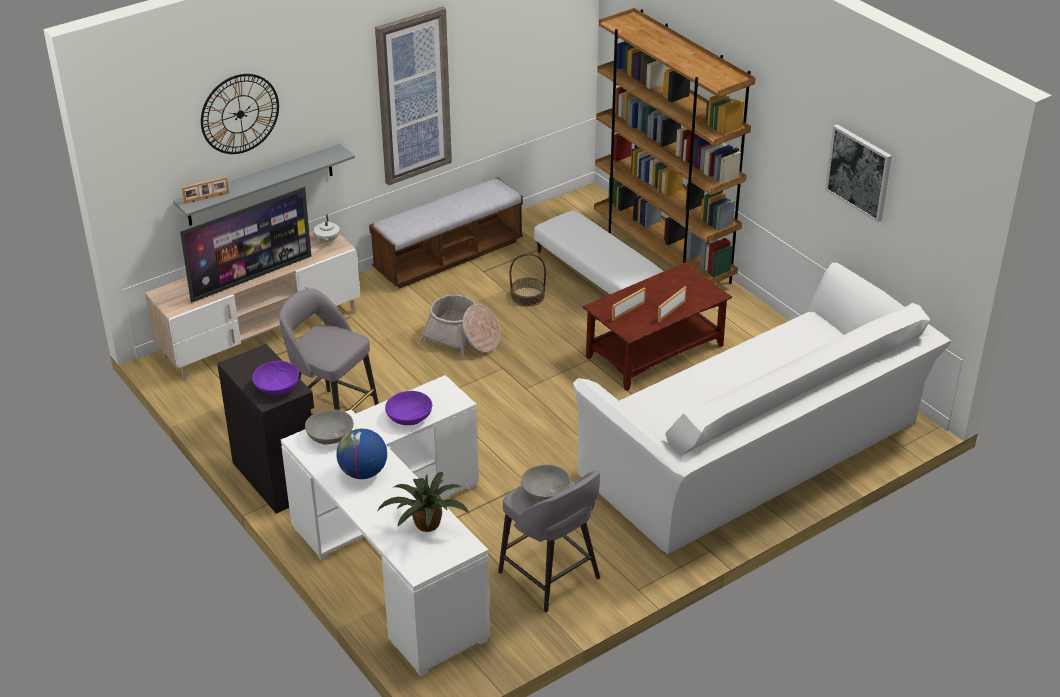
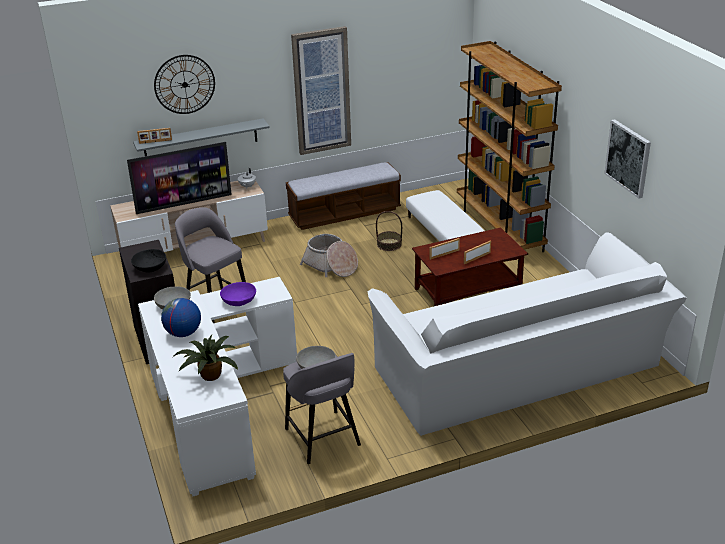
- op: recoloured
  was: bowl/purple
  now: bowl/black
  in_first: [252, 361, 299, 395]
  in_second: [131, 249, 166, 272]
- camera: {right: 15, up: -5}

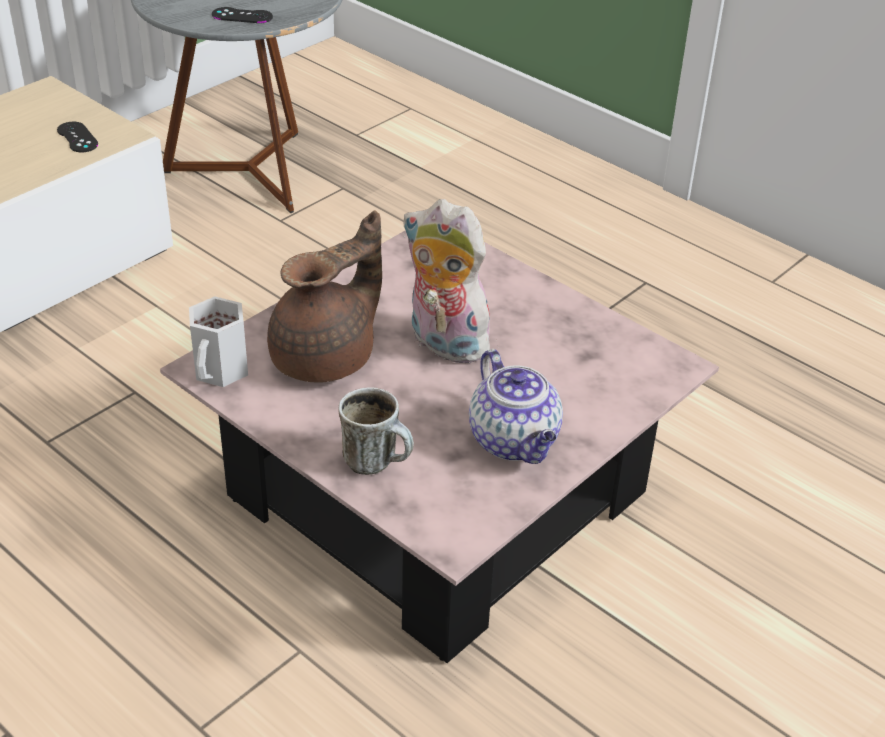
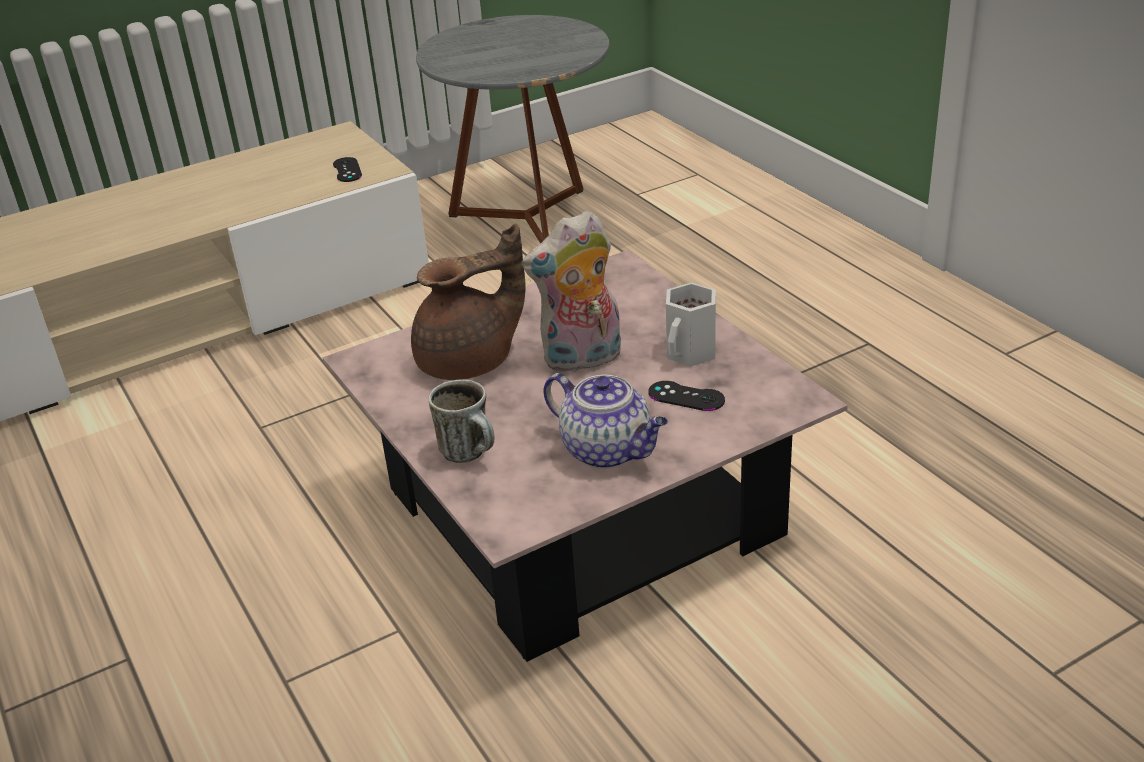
- op: moved
  was: mug/white
  in_first: [189, 296, 248, 387]
  in_second: [666, 282, 716, 367]
- op: moved
  was: game controller/black
  in_first: [212, 7, 273, 23]
  in_second: [648, 381, 725, 411]
- op: turned
  was: plush toy
  in_first: [403, 199, 496, 364]
  in_second: [522, 210, 621, 373]
  clockwise: -75
- op: turned
  was: teapot
  in_first: [469, 349, 563, 464]
  in_second: [543, 373, 668, 469]
  clockwise: -45
- camera: {right: 20, up: -5}

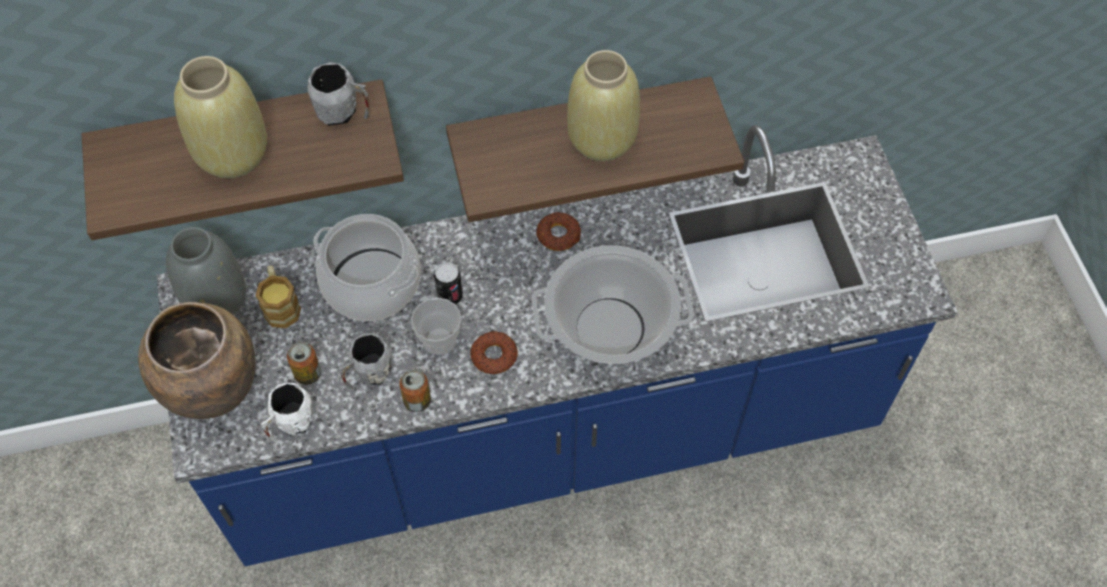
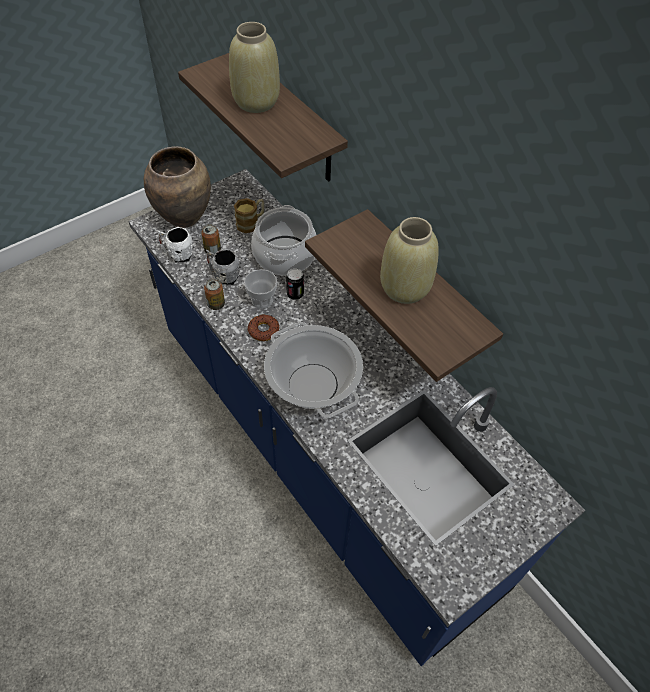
- op: removed
  was: vase/grey
  in_first: [166, 227, 246, 315]
- op: removed
  was: mug/grey
  in_first: [307, 62, 370, 126]
- op: removed
  was: donut
  in_first: [536, 212, 581, 251]
- camera: {right: 65, up: -5}

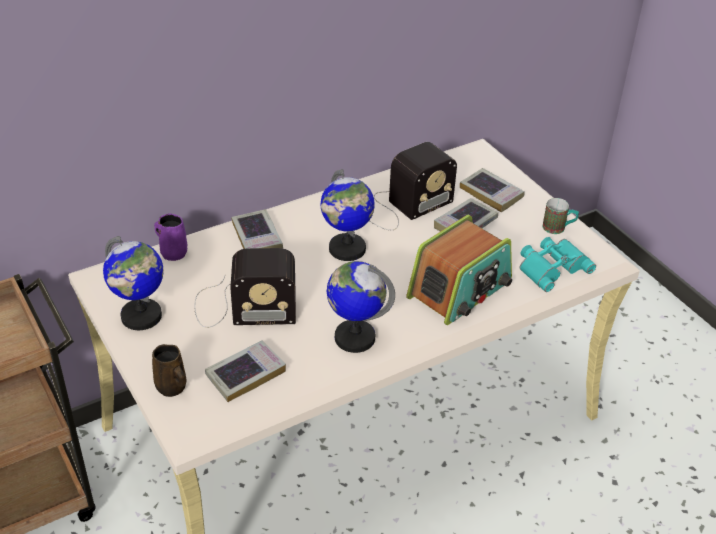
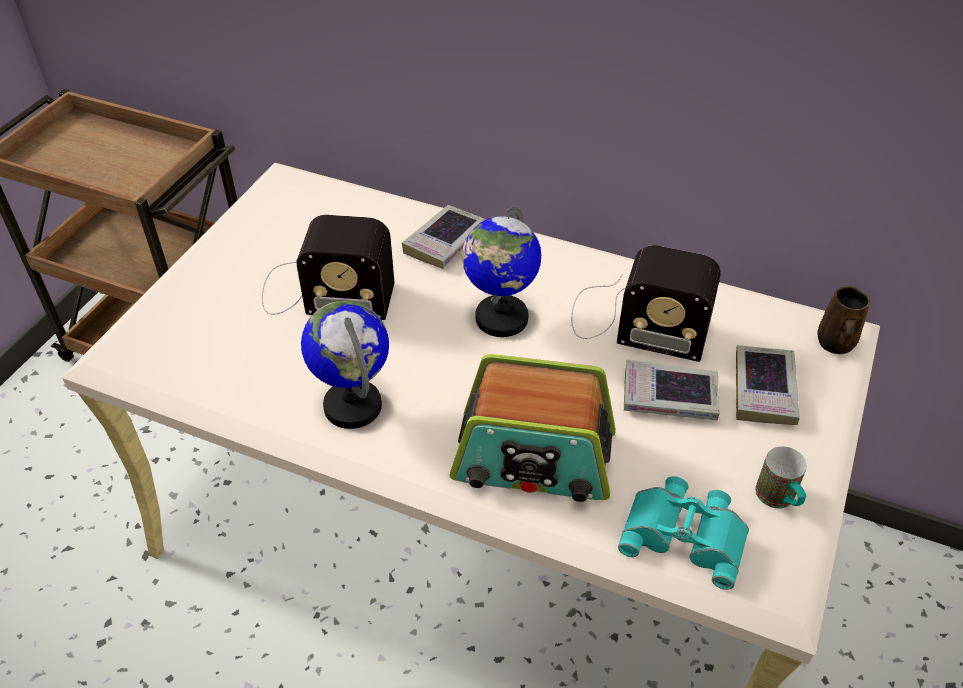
- op: removed
  was: globe
  in_first: [103, 236, 164, 330]
- op: moved
  was: mug/brown
  in_first: [152, 344, 187, 397]
  in_second: [817, 286, 870, 354]
- op: removed
  was: mug/purple
  in_first: [154, 213, 187, 261]
- op: turned
  was: radio
  in_first: [194, 248, 296, 328]
  in_second: [262, 215, 395, 320]
  clockwise: -45
- op: removed
  was: book
  in_first: [205, 340, 286, 402]
- camera: {right: 55, up: 5}

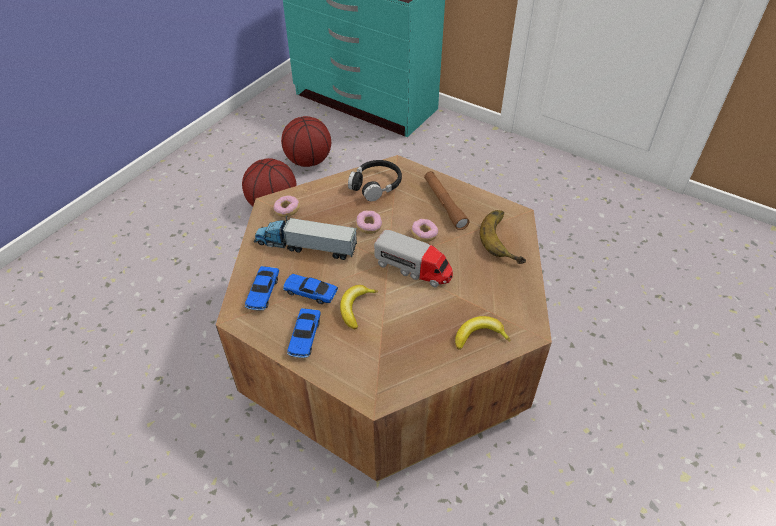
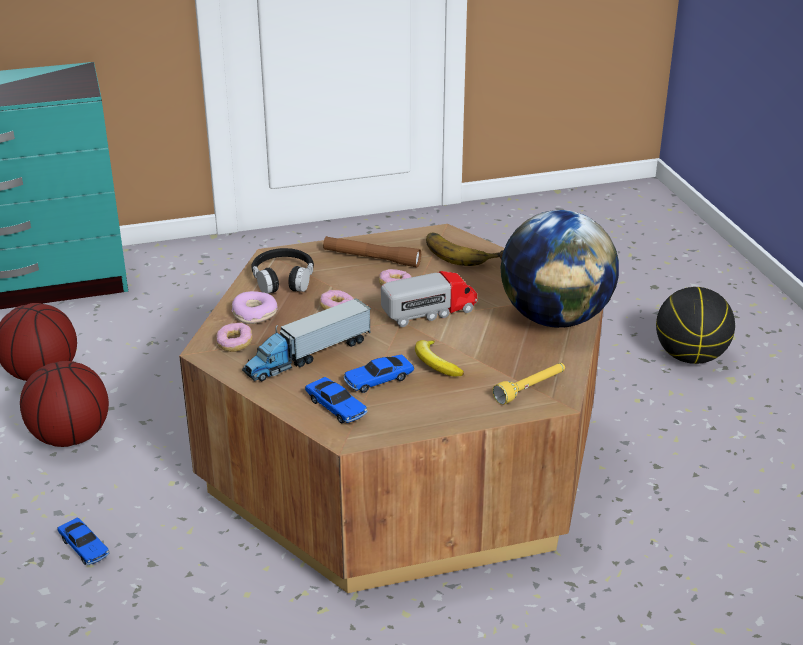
- op: moved
  was: toy car
  in_first: [287, 308, 321, 358]
  in_second: [57, 518, 110, 565]
- op: replaced
  was: banana
  now: globe
  in_first: [455, 316, 510, 349]
  in_second: [501, 210, 619, 328]
- op: added
  now: donut
  in_second: [232, 291, 277, 324]
- op: added
  now: flashlight/yellow
  in_second: [493, 363, 565, 405]
- op: added
  now: basketball
  in_second: [656, 287, 735, 364]
- camera: {right: -50, up: -15}

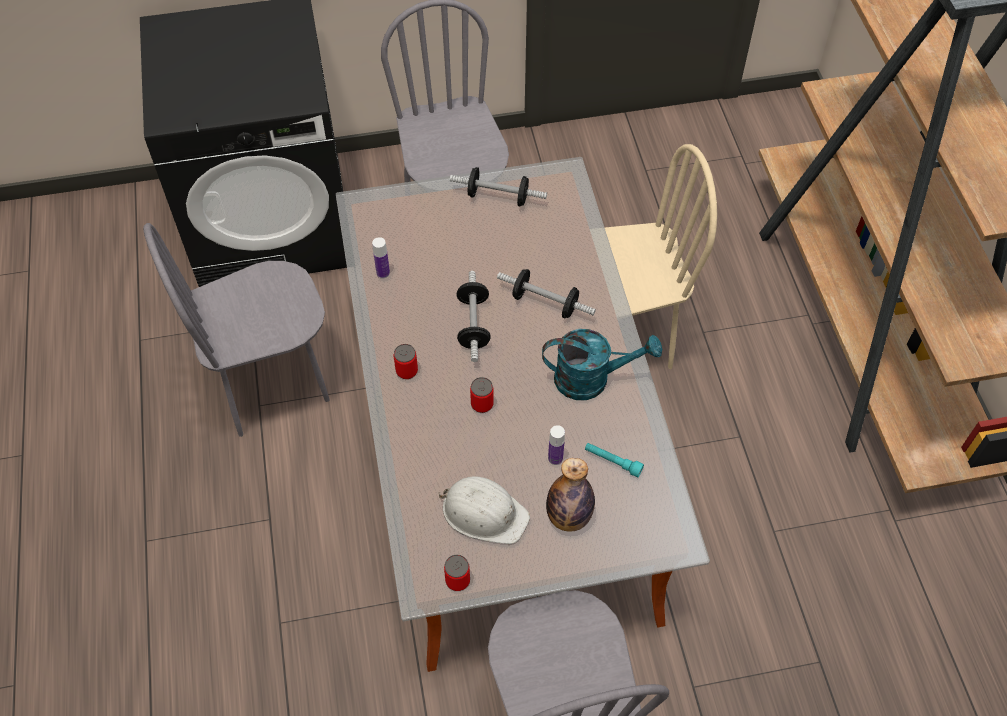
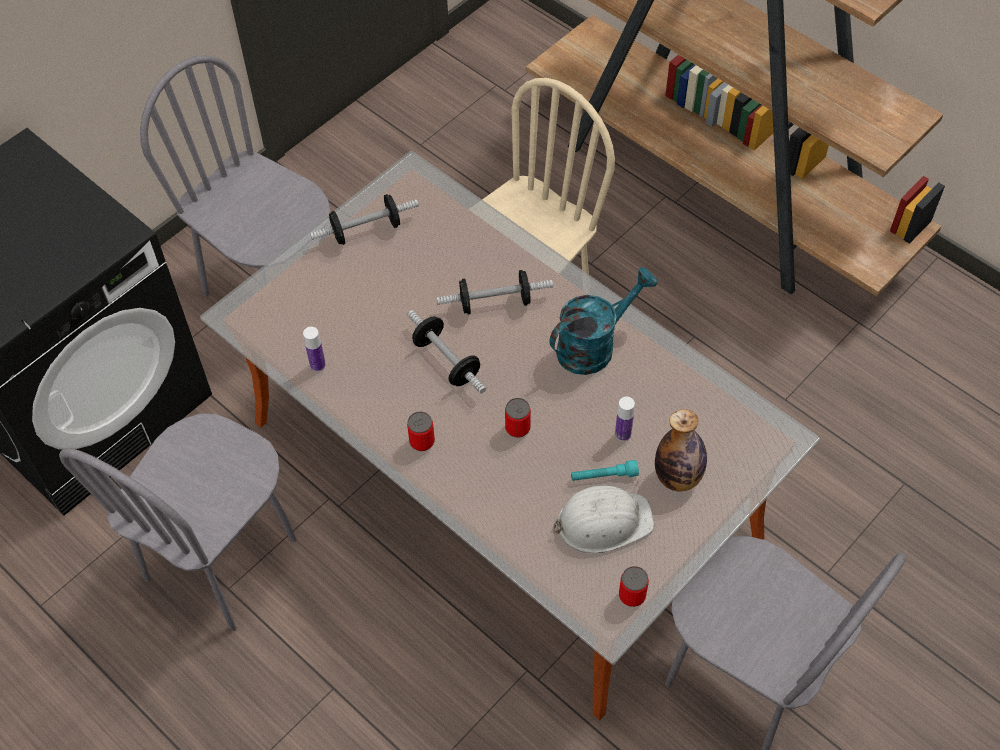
- op: moved
  was: flashlight/turquoise
  in_first: [585, 443, 644, 477]
  in_second: [571, 460, 639, 481]
- camera: {right: -35, up: 0}

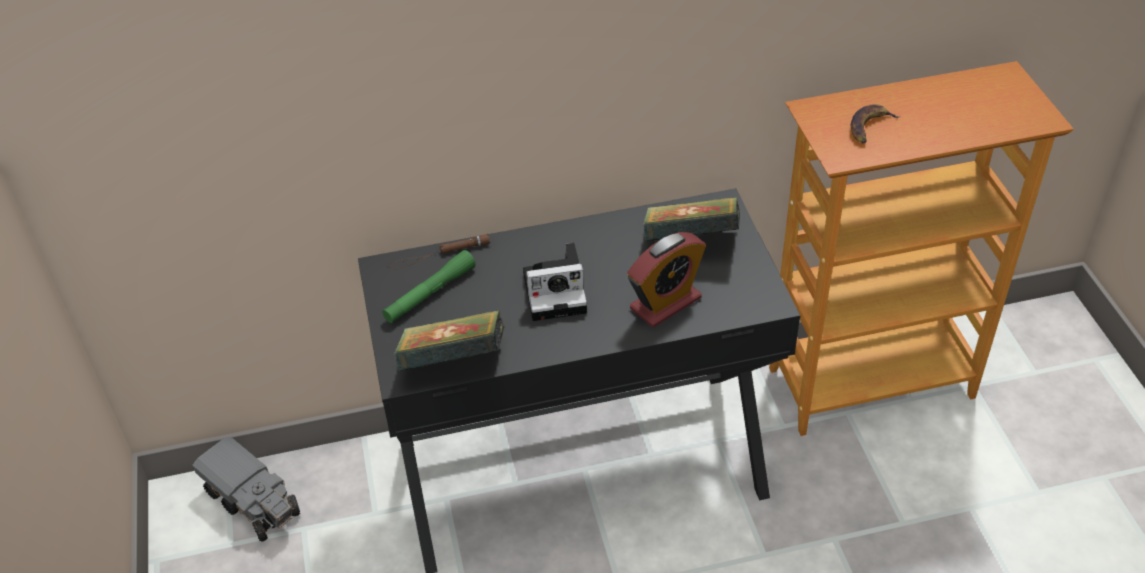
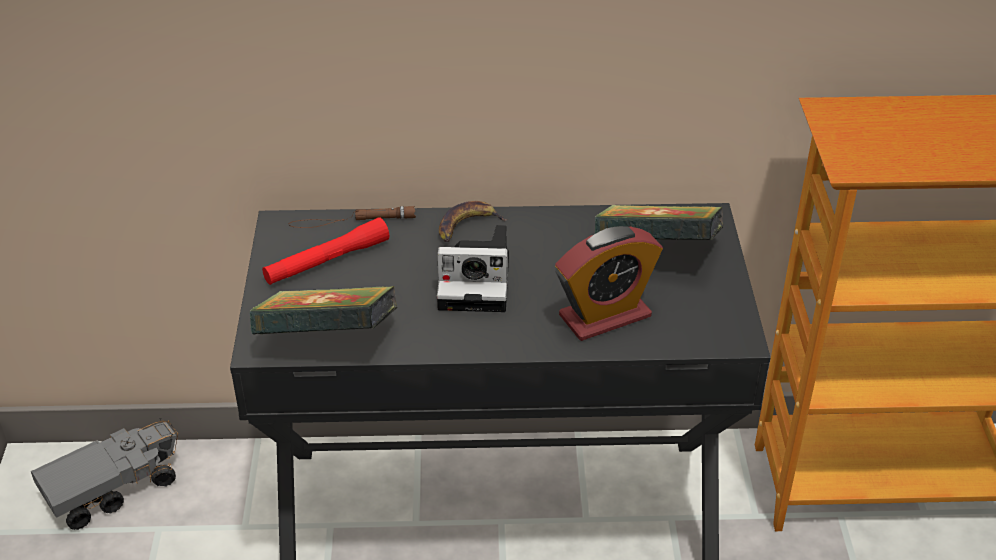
- op: turned
  was: toy truck
  in_first: [192, 437, 300, 542]
  in_second: [31, 418, 178, 530]
  clockwise: -90
- op: recoloured
  was: flashlight/green
  now: flashlight/red
  in_first: [382, 250, 476, 323]
  in_second: [262, 217, 389, 285]
- op: moved
  was: banana
  in_first: [851, 104, 900, 143]
  in_second: [439, 201, 508, 242]
- camera: {right: 10, up: -5}

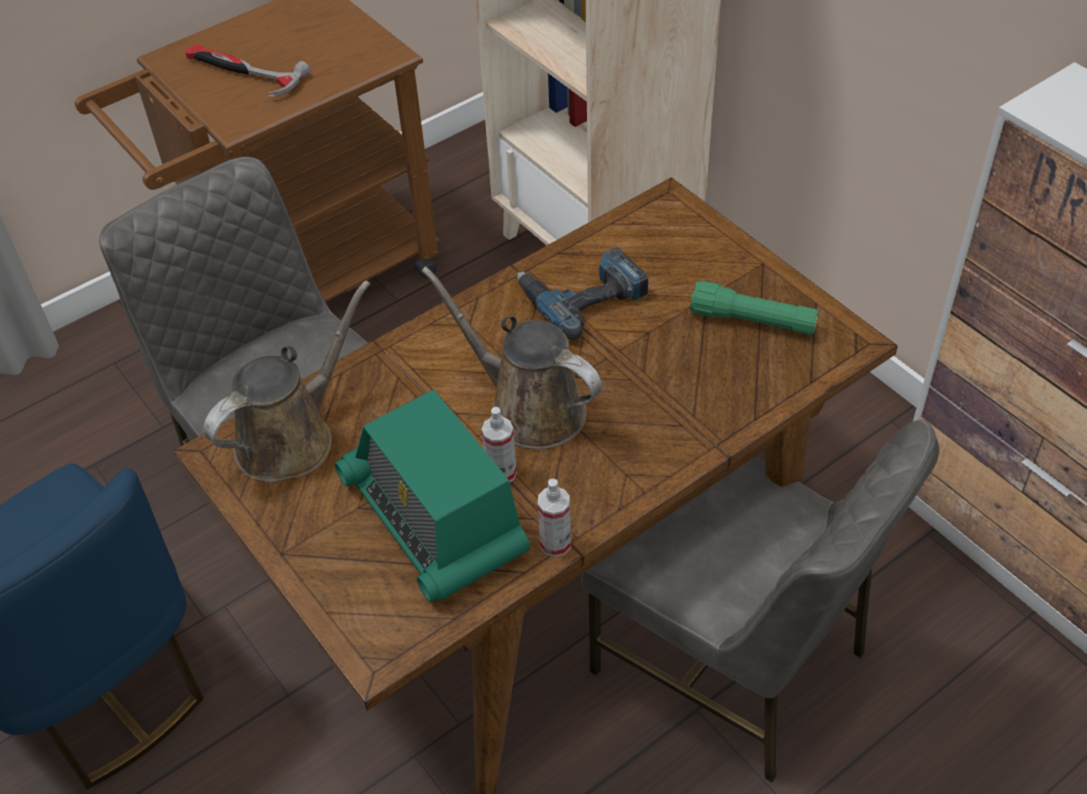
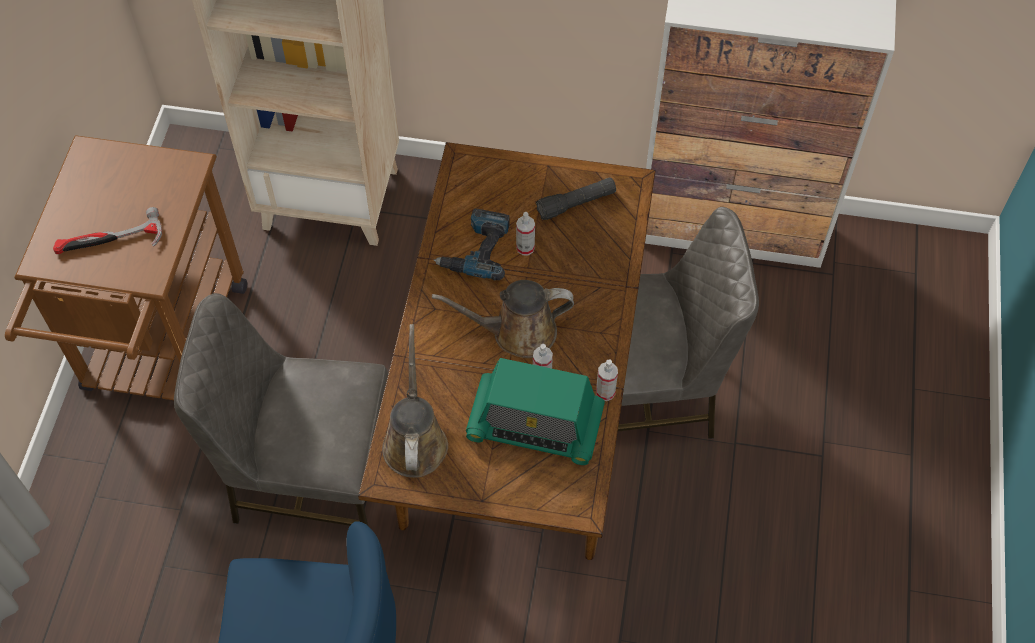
- op: recoloured
  was: flashlight/green
  now: flashlight/black
  in_first: [690, 281, 819, 335]
  in_second: [536, 177, 616, 220]
- op: added
  now: spray bottle
  in_second: [516, 212, 535, 255]
- camera: {right: -45, up: 10}

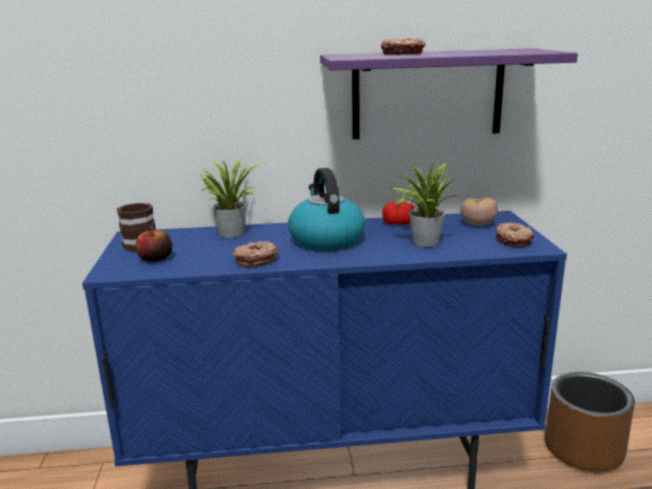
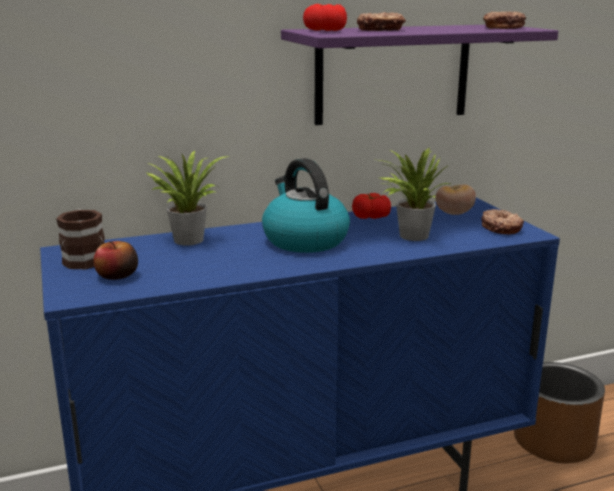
- op: moved
  was: donut
  in_first: [232, 241, 278, 267]
  in_second: [483, 11, 526, 29]
- op: added
  now: tomato
  in_second: [303, 4, 347, 31]
- camera: {right: -15, up: 0}

